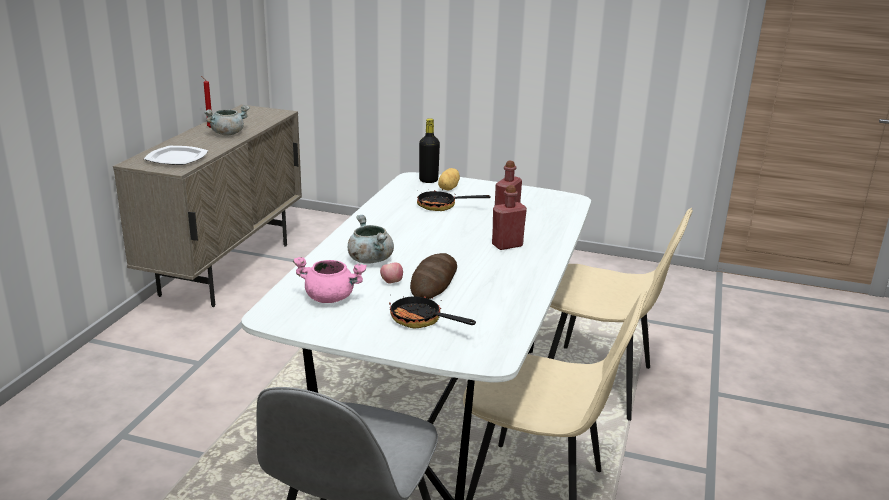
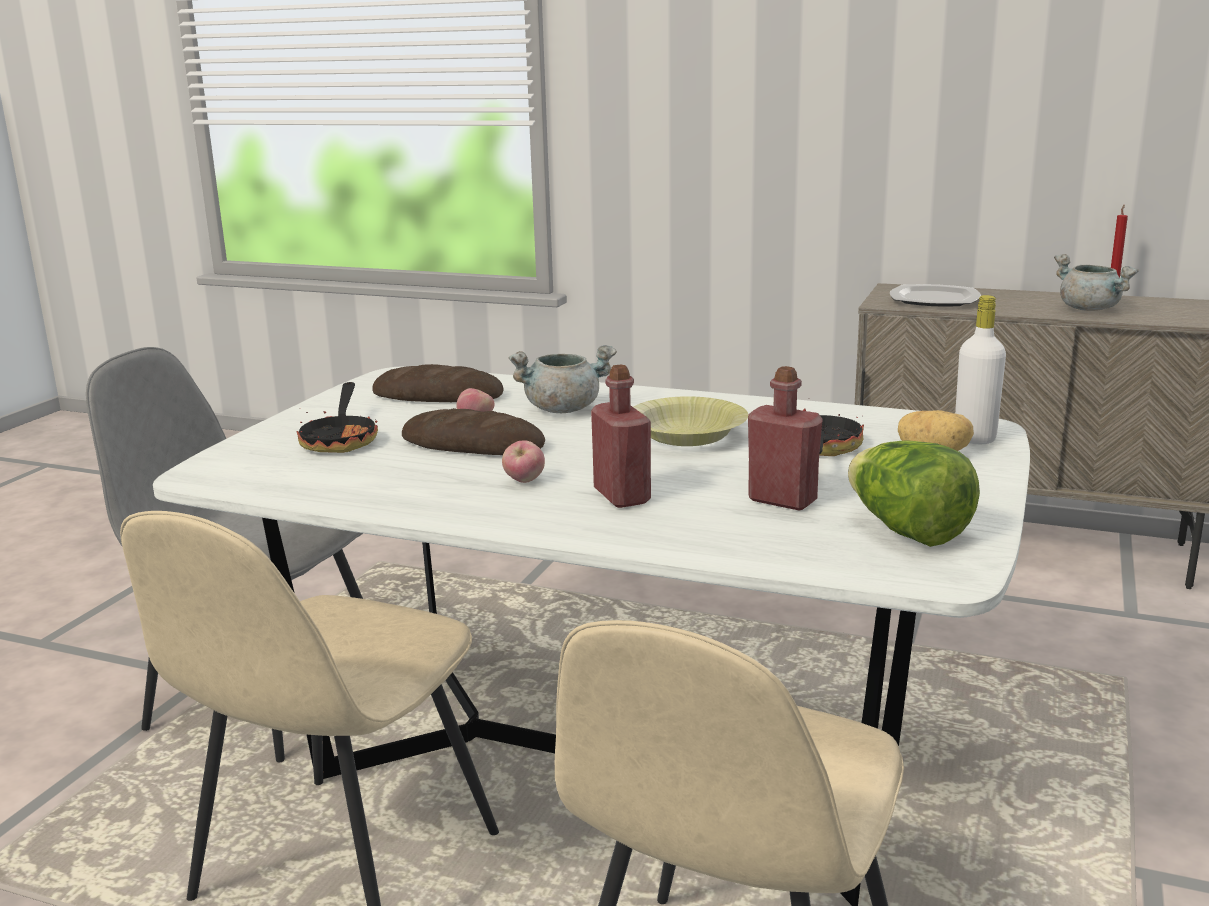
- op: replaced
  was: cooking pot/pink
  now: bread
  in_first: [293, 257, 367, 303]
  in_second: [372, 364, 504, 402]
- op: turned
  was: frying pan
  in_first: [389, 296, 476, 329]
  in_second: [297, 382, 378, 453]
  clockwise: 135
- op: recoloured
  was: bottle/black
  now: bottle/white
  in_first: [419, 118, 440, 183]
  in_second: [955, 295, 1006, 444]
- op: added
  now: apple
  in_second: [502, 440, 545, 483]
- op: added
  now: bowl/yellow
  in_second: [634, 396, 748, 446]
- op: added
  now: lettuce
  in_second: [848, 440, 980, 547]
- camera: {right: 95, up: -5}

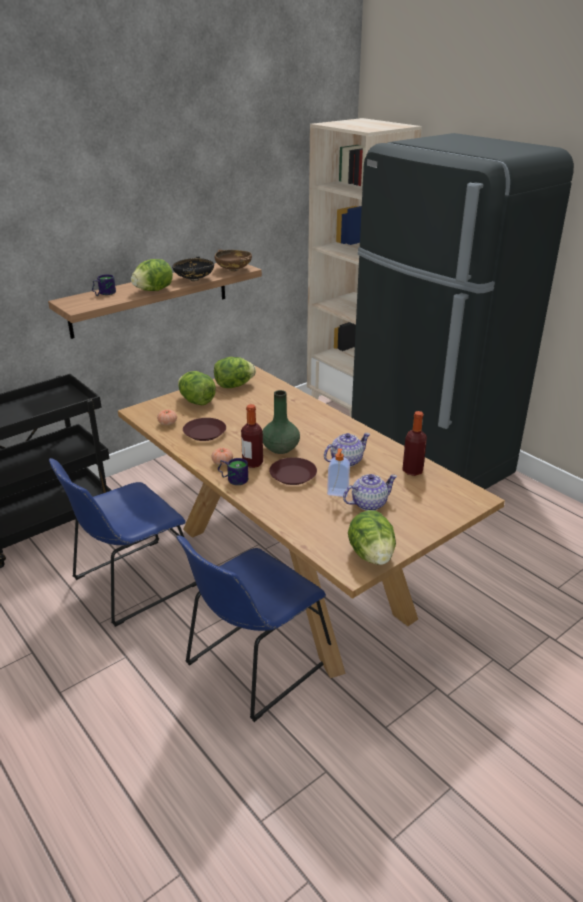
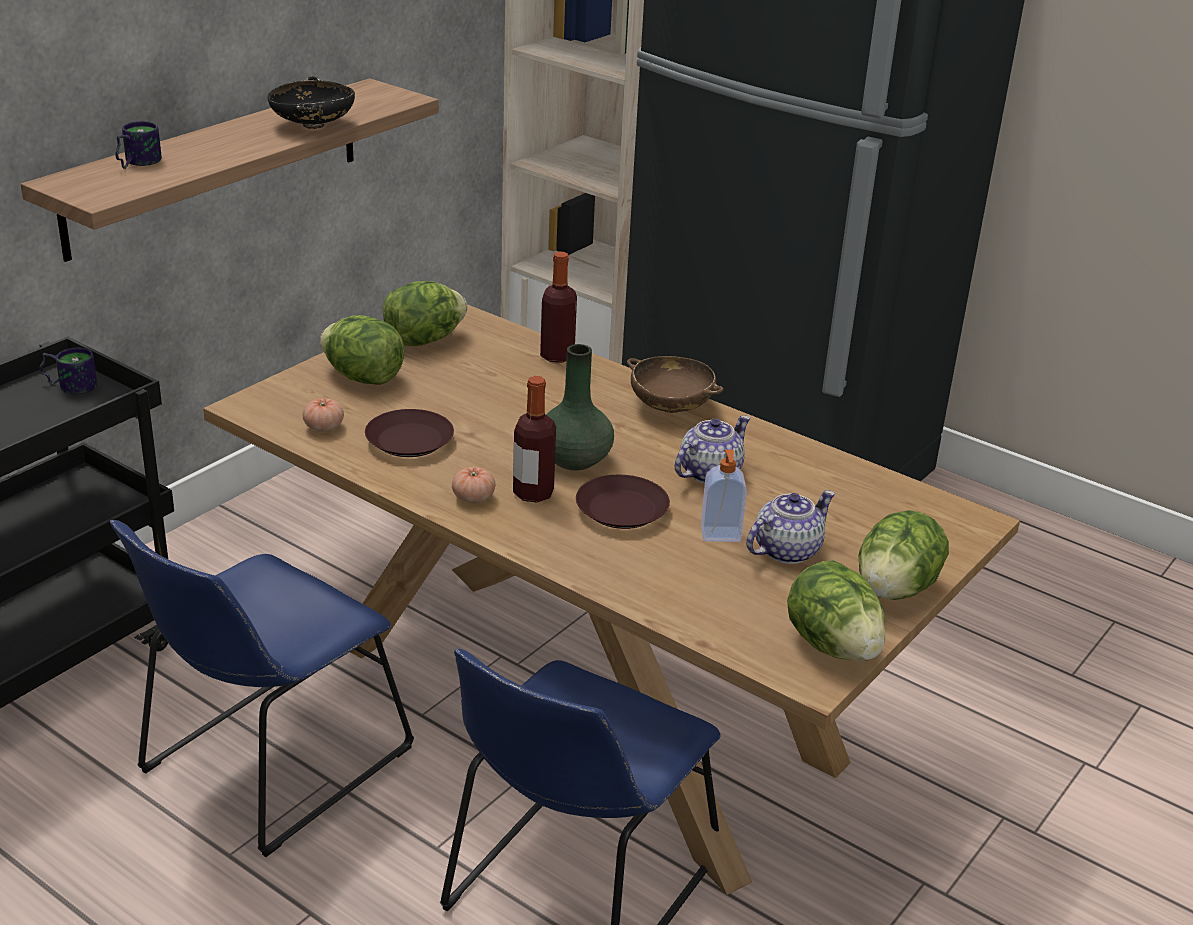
- op: moved
  was: lettuce
  in_first: [131, 259, 173, 291]
  in_second: [859, 510, 949, 600]
- op: moved
  was: bowl/brown
  in_first: [215, 249, 252, 271]
  in_second: [627, 356, 724, 413]
- op: moved
  was: mug
  in_first: [218, 458, 248, 485]
  in_second: [39, 348, 97, 395]
- op: moved
  was: bottle
  in_first: [402, 411, 427, 476]
  in_second: [540, 251, 577, 363]
- camera: {right: -15, up: 0}

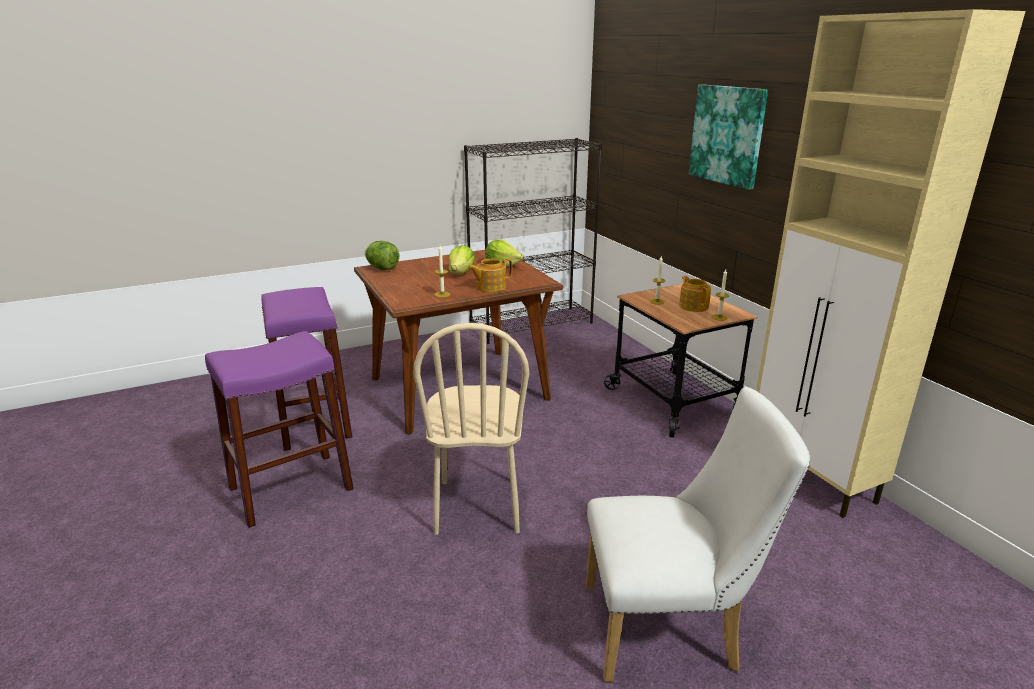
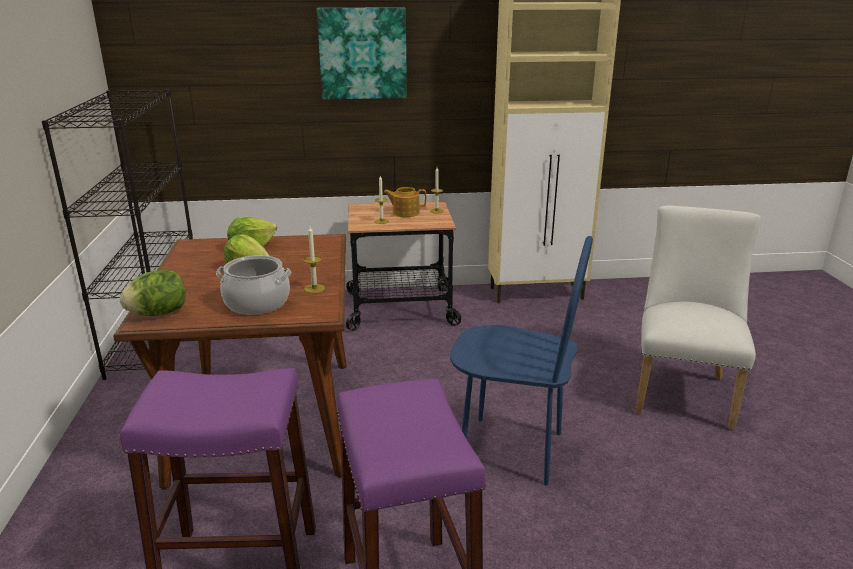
- op: recoloured
  was: chair/beige
  now: chair/blue
  in_first: [413, 323, 529, 535]
  in_second: [450, 236, 593, 486]
- op: removed
  was: teapot
  in_first: [468, 259, 512, 292]
- op: added
  now: cooking pot
  in_second: [216, 255, 292, 315]
- camera: {right: -70, up: 0}

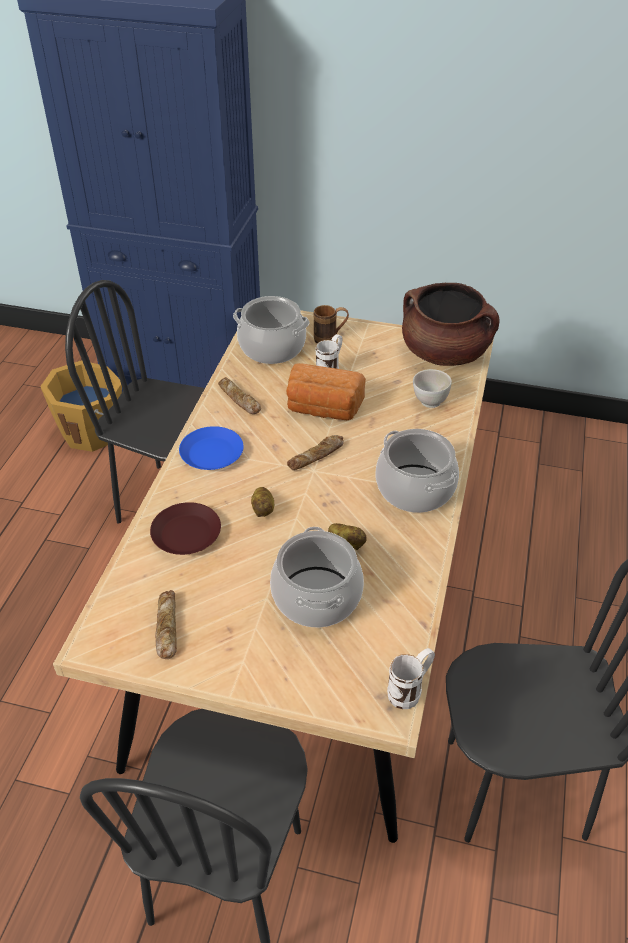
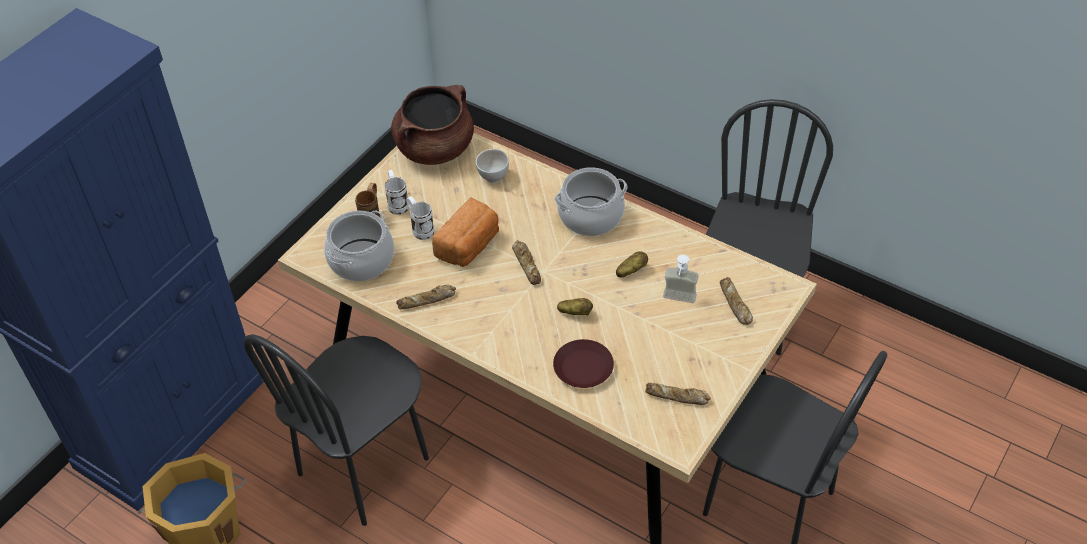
- op: removed
  was: plate/blue
  in_first: [179, 426, 244, 470]
- op: replaced
  was: cooking pot
  now: soap dispenser
  in_first: [270, 527, 364, 627]
  in_second: [663, 254, 699, 303]
- op: moved
  was: mug/white
  in_first: [387, 648, 435, 709]
  in_second: [385, 170, 409, 215]
- op: added
  now: bread
  in_second: [720, 277, 753, 325]
- camera: {right: -70, up: 5}

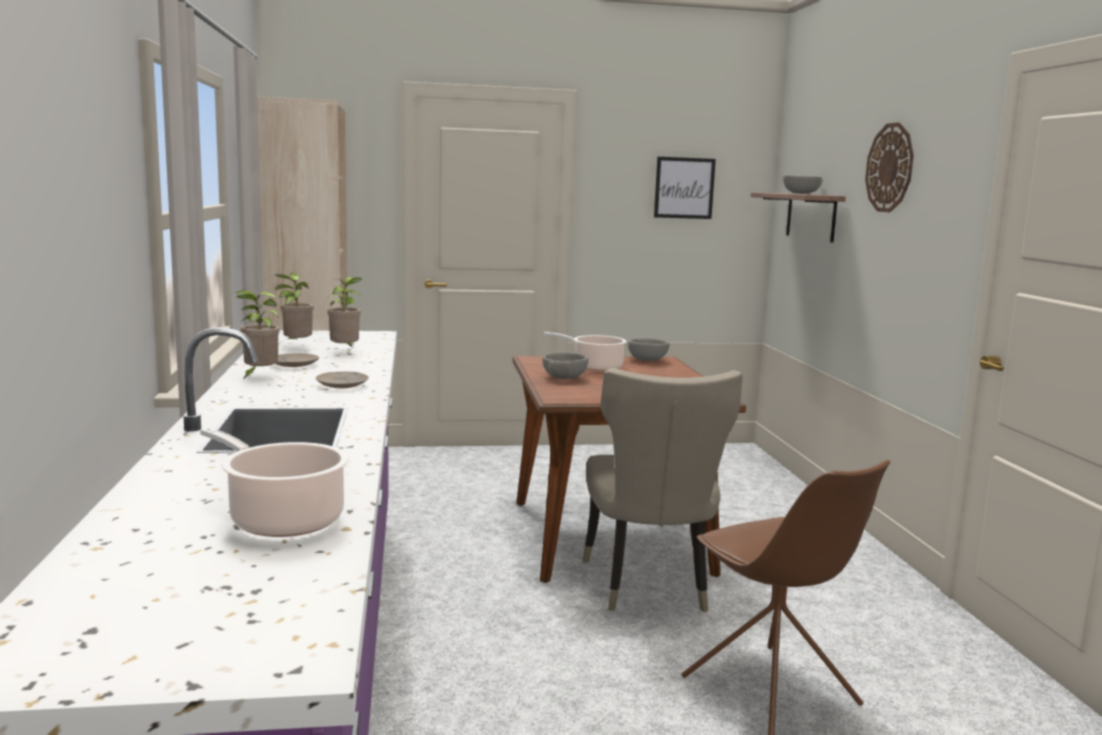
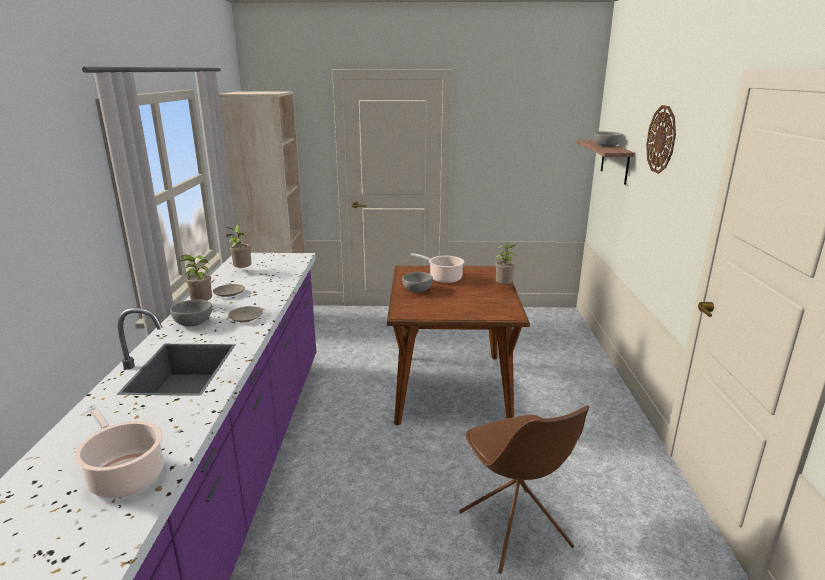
- op: moved
  was: potted plant
  in_first: [326, 277, 362, 348]
  in_second: [495, 242, 516, 284]
- op: removed
  was: chair/beige
  in_first: [583, 368, 743, 612]
- op: moved
  was: bowl/grey
  in_first: [628, 338, 670, 361]
  in_second: [170, 299, 212, 326]
- op: removed
  was: picture
  in_first: [654, 157, 716, 219]
- camera: {right: 10, up: 10}

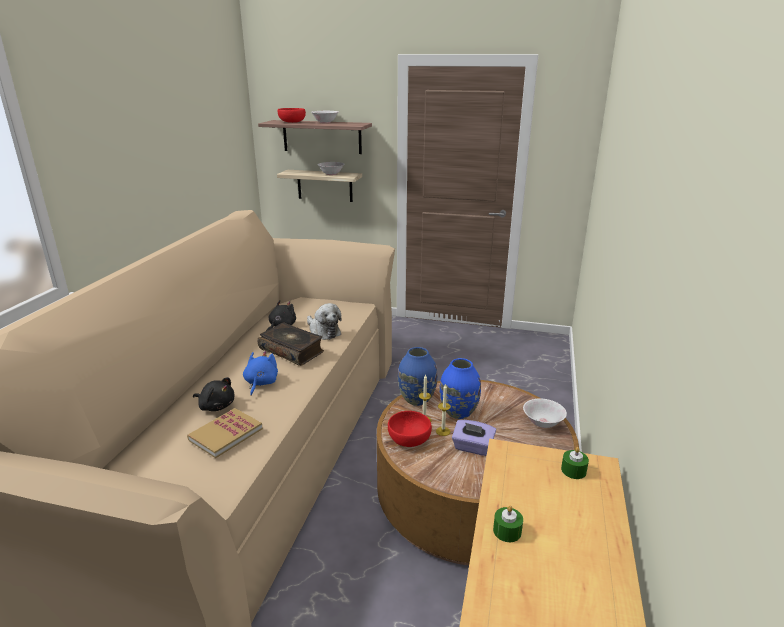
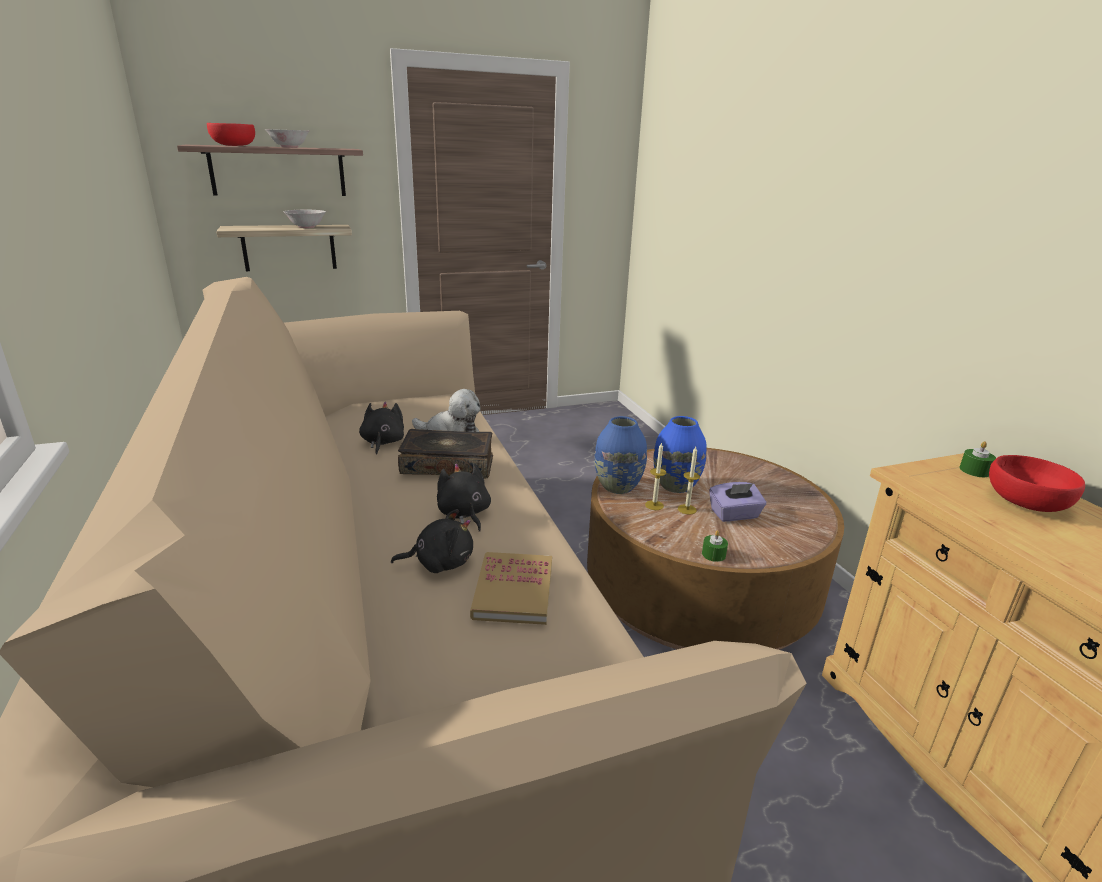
- op: recoloured
  was: plush toy/blue
  now: plush toy/black
  in_first: [243, 351, 278, 396]
  in_second: [437, 463, 491, 532]
- op: moved
  was: bowl/red
  in_first: [388, 411, 432, 447]
  in_second: [989, 455, 1085, 512]
- op: moved
  was: candle/green
  in_first: [493, 505, 523, 542]
  in_second: [702, 531, 728, 562]
- op: removed
  was: bowl/white
  in_first: [523, 399, 567, 428]
- camera: {right: -35, up: 0}

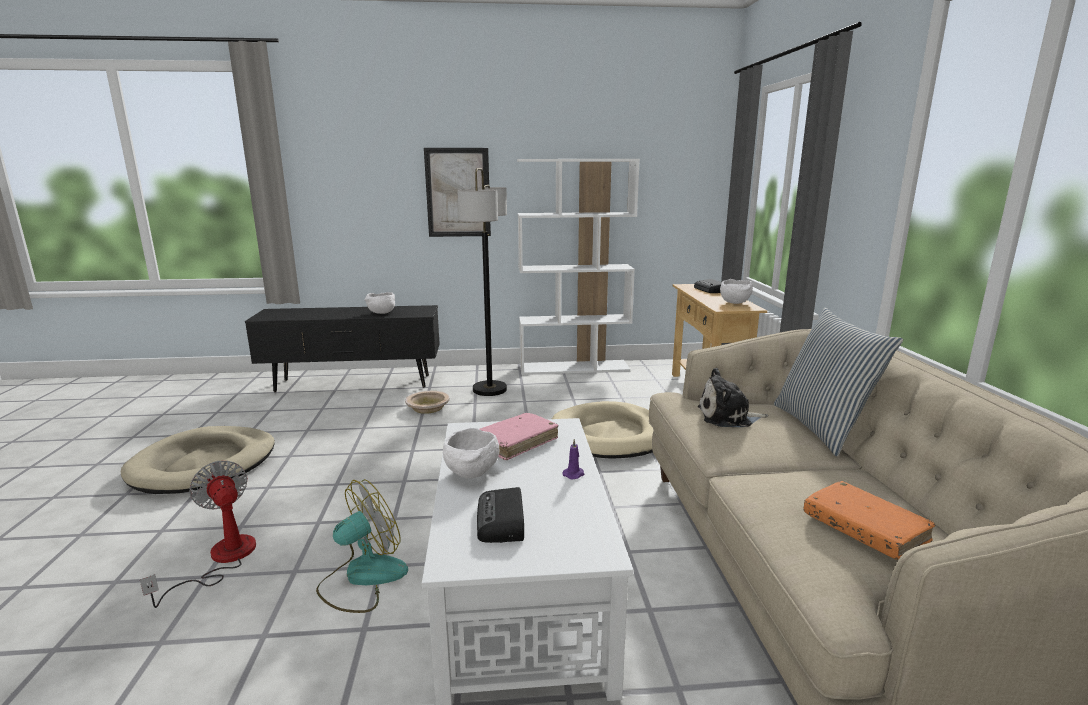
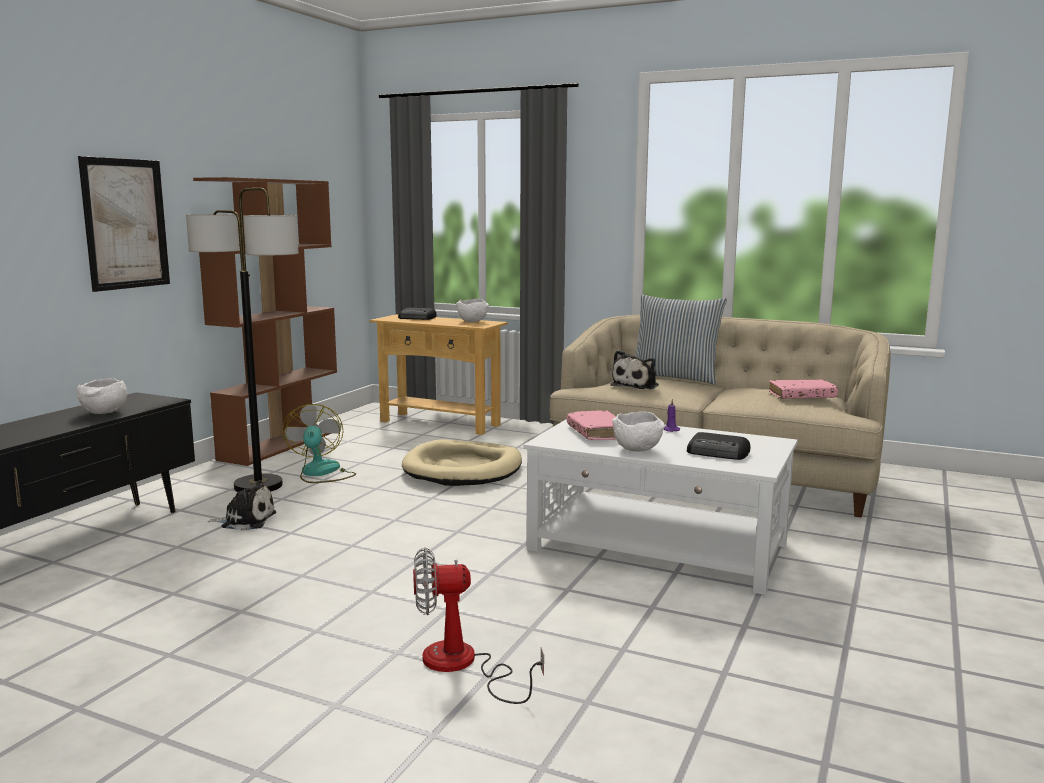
- op: removed
  was: dog bed/beige
  in_first: [121, 426, 275, 494]
- op: moved
  was: fan
  in_first: [316, 479, 408, 613]
  in_second: [282, 404, 356, 483]
- op: replaced
  was: bowl/beige
  now: plush toy
  in_first: [405, 391, 450, 414]
  in_second: [207, 480, 276, 531]
- op: recoloured
  was: bookcase/white
  now: bookcase/brown
  in_first: [517, 159, 640, 375]
  in_second: [193, 177, 337, 466]
- op: recoloured
  was: book/orange
  now: book/pink
  in_first: [804, 481, 935, 560]
  in_second: [769, 379, 838, 399]
- camera: {right: -60, up: -5}

